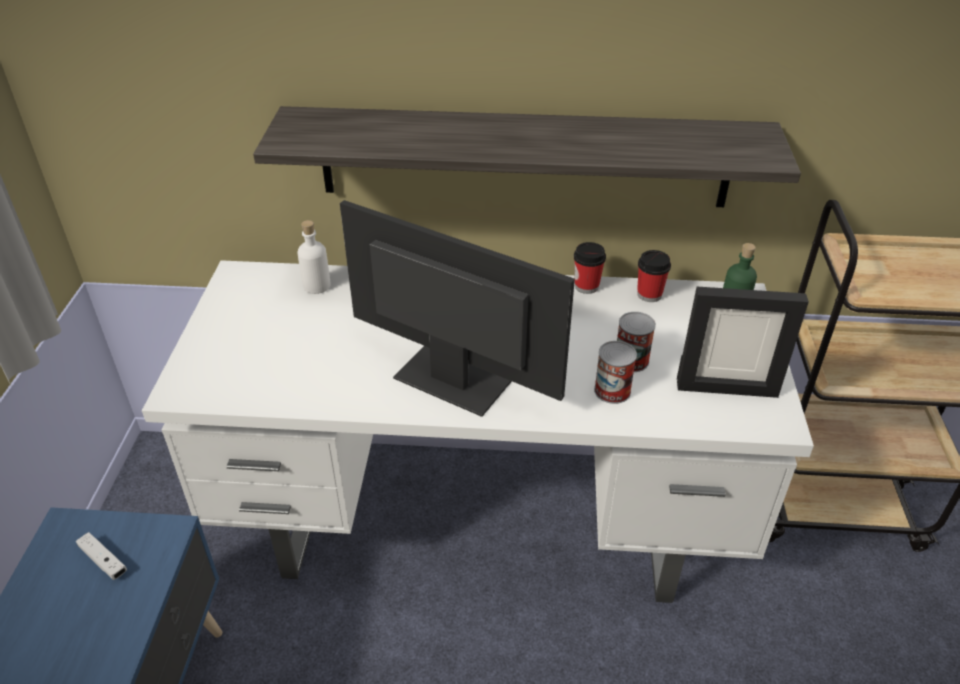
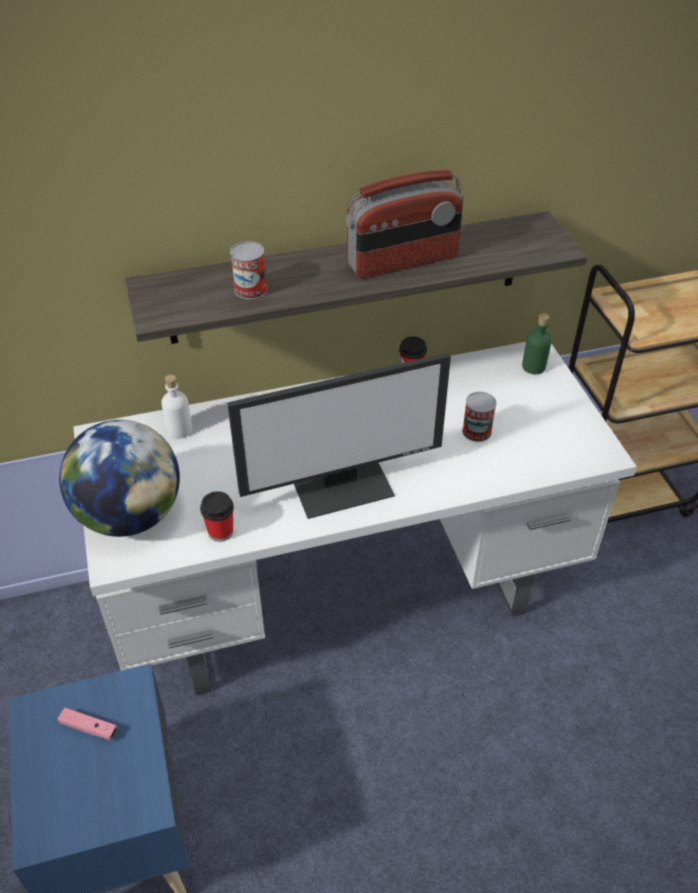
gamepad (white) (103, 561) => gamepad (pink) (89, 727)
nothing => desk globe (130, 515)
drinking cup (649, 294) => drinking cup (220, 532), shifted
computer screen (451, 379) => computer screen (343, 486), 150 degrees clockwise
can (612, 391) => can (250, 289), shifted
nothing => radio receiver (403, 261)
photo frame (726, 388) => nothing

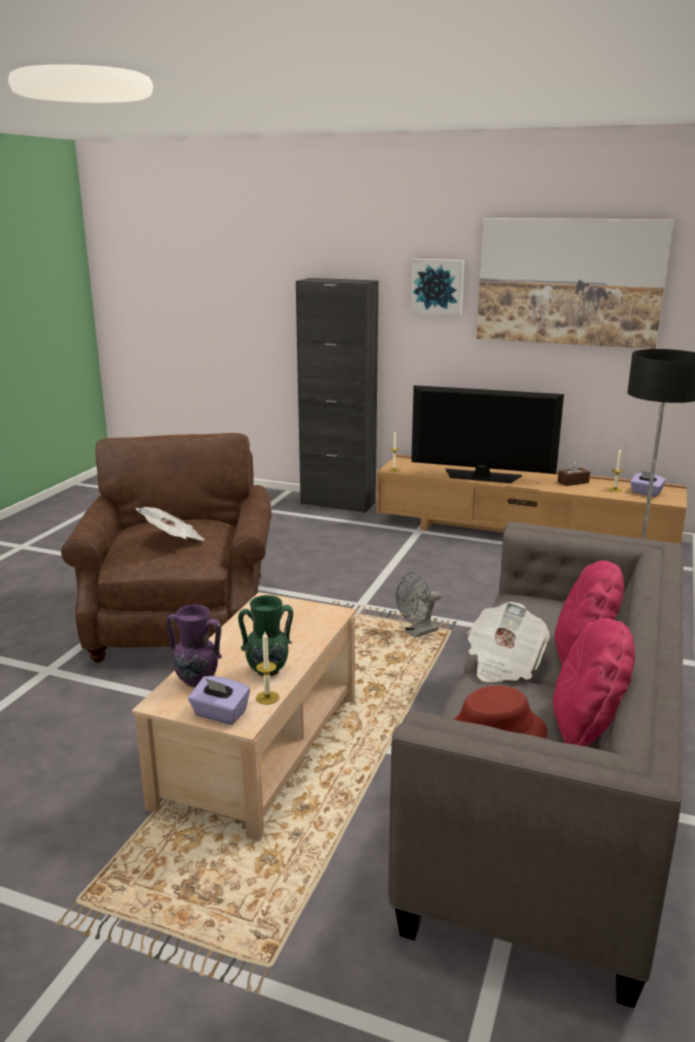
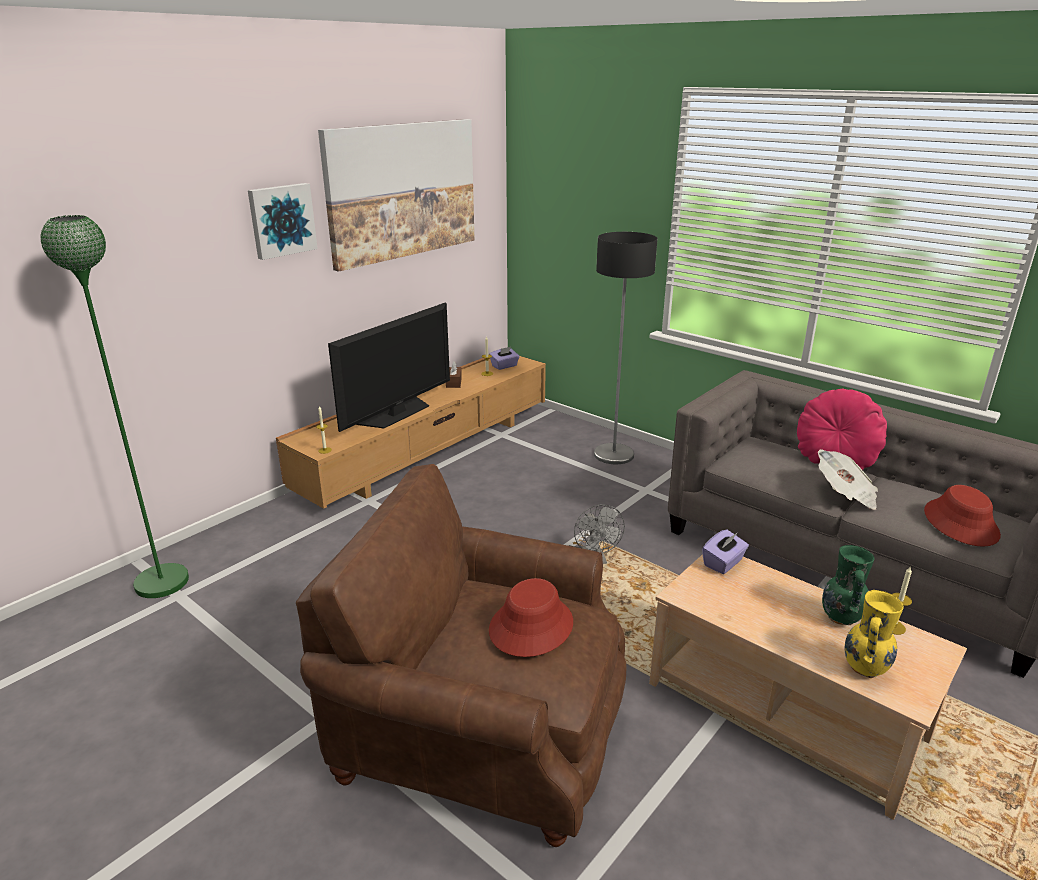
nothing => standing lamp (green-coloured) (161, 582)
daily paper (172, 540) => wearable hat (red-coloured) (531, 626)
box of tissues (purple) (220, 714) => box of tissues (purple) (723, 563), shifted
flower vase (purple) (197, 681) => flower vase (yellow-coloured) (865, 669)
storage cabinet (black-coloured) (338, 503) => nothing
cushion (pink) (586, 729) => nothing

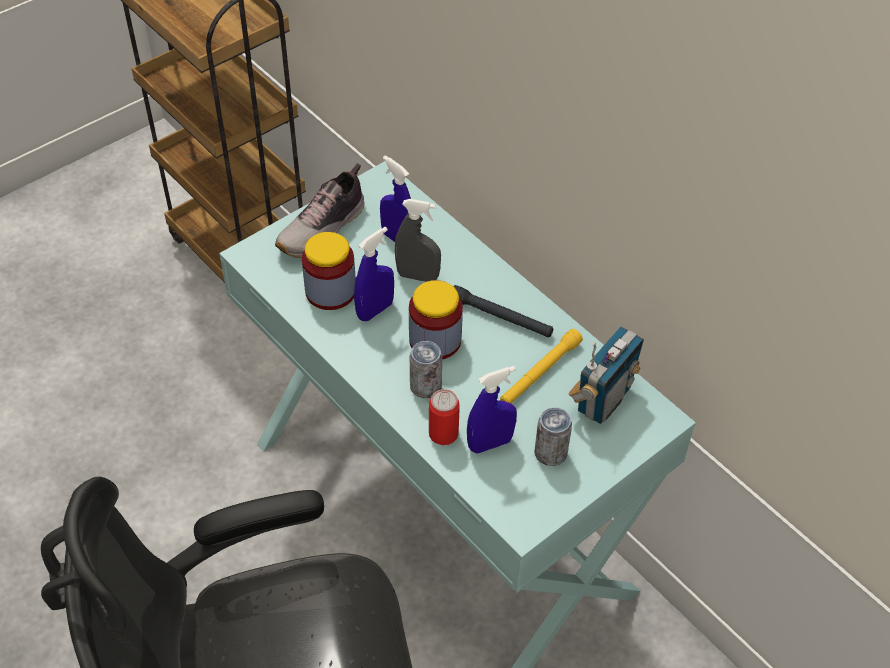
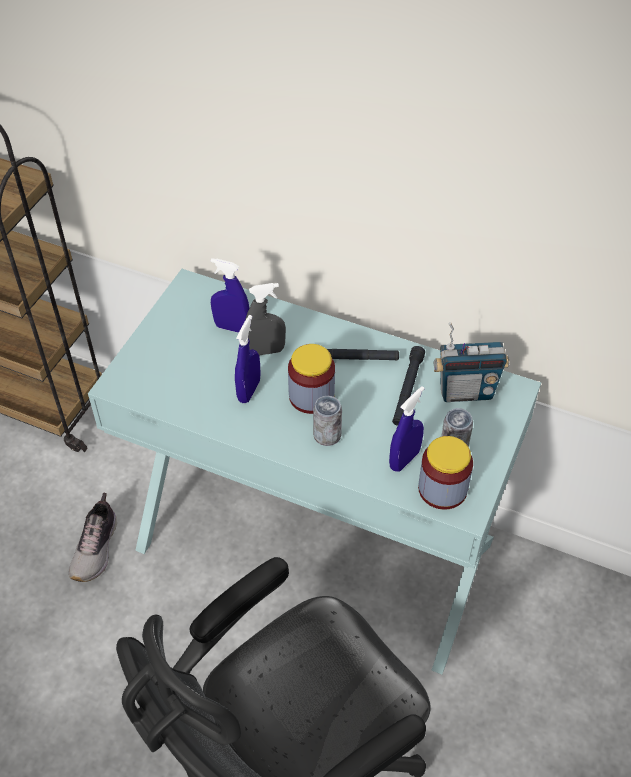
item of footwear (324, 230) => item of footwear (96, 548), shifted
hand torch (yellow-coloured) (540, 373) => hand torch (black-coloured) (407, 390)
preserve jar (330, 291) => preserve jar (442, 489), shifted
radio receiver (602, 399) => radio receiver (465, 392), 75 degrees clockwise
can (443, 433) => nothing

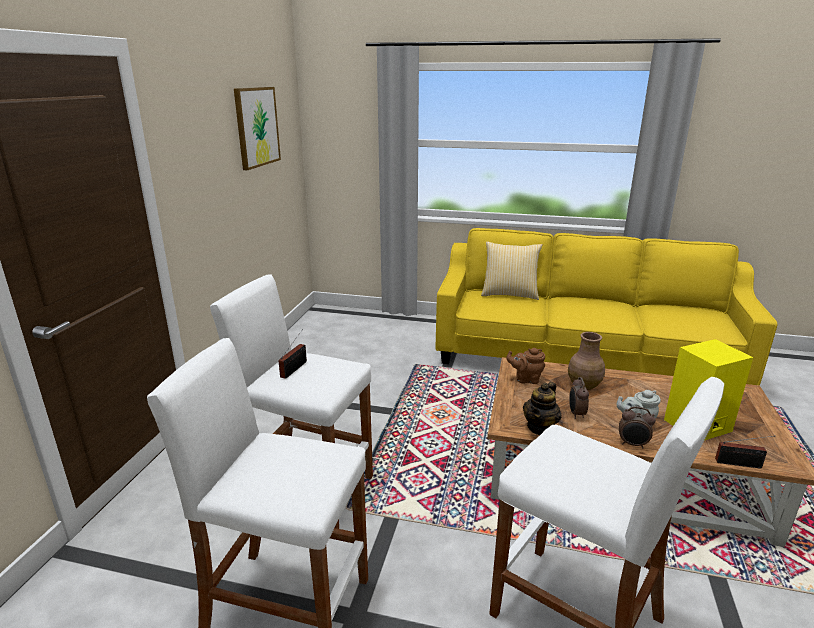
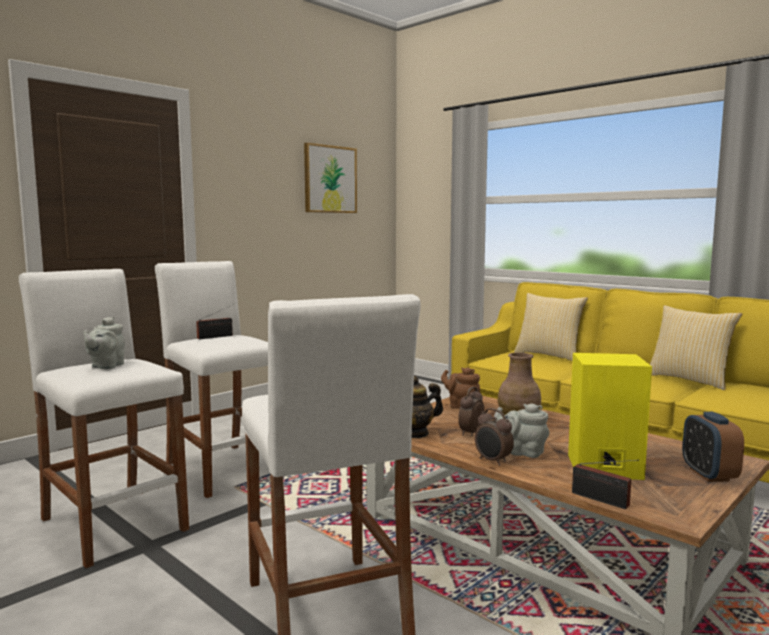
nothing => pot for tea (greyish) (106, 366)
nothing => cushion (689, 380)
nothing => bedside clock (709, 475)

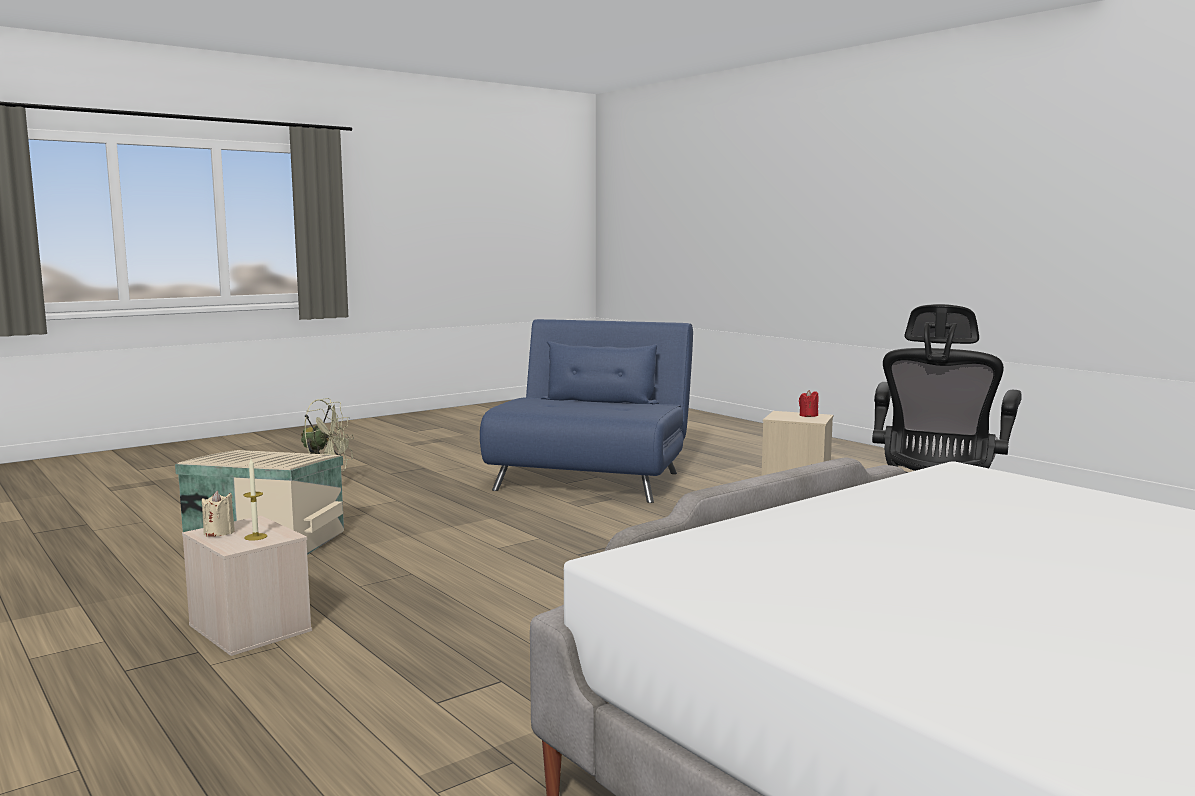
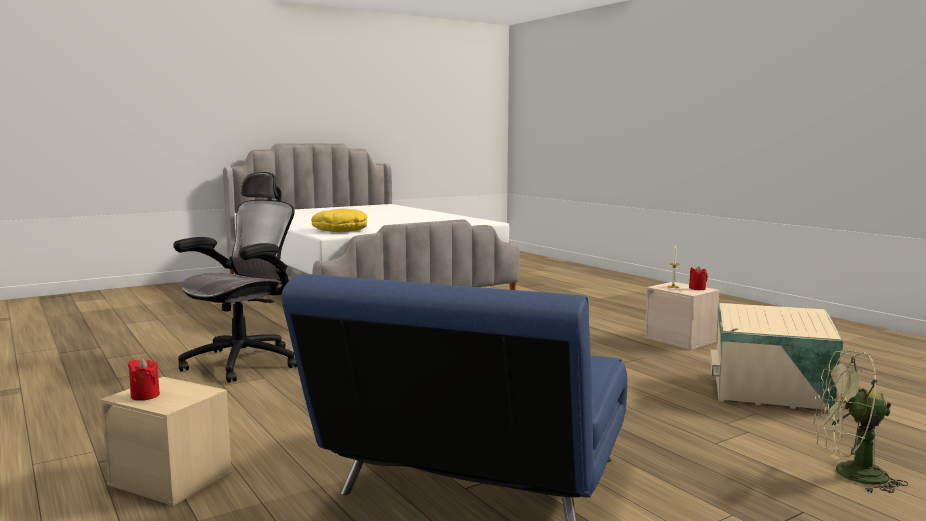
nothing => cushion (yellow-coloured) (339, 230)
candle (beige) (219, 532) => candle (red-coloured) (697, 288)

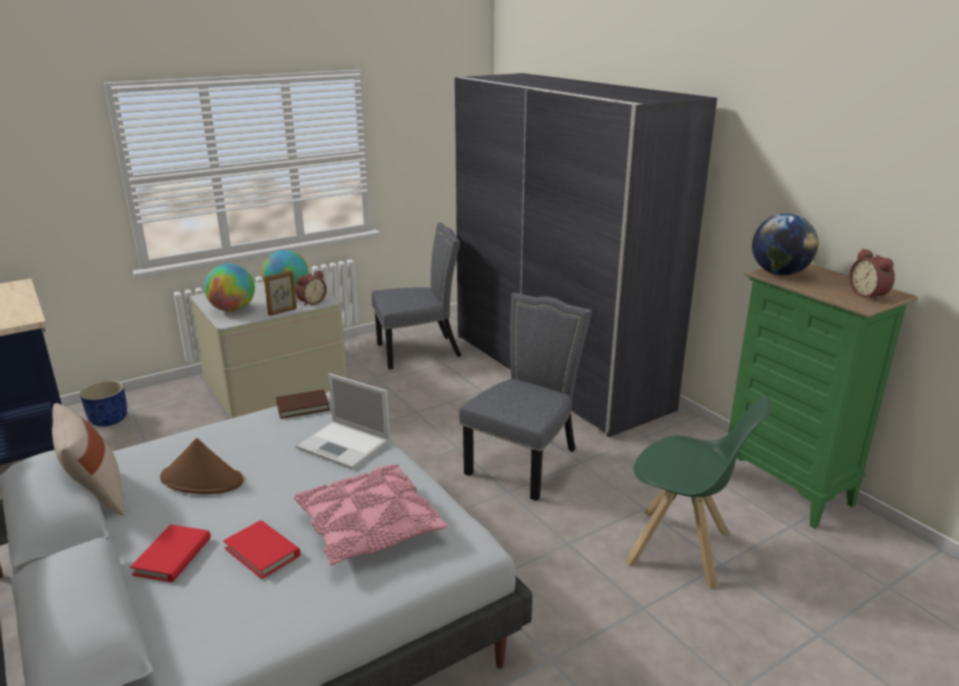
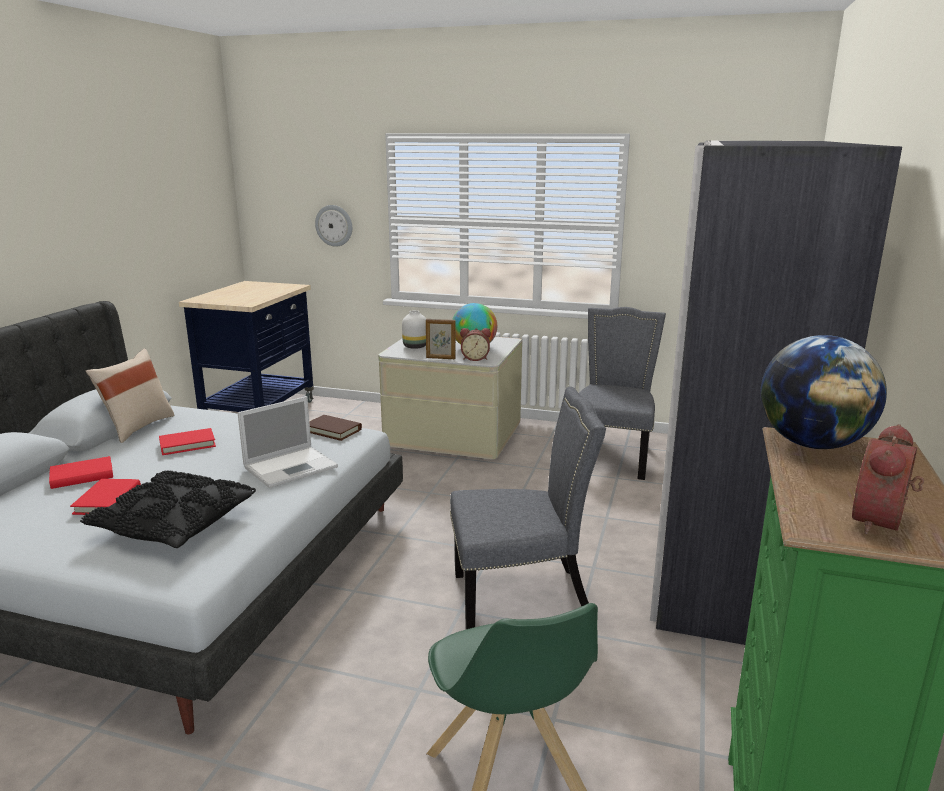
cushion (pink) (369, 527) => cushion (black-coloured) (174, 523)
wearable hat (brown) (202, 479) => volume (red-coloured) (187, 444)
portable computer (345, 445) => portable computer (292, 466), 120 degrees counterclockwise
nothing => wall clock (334, 225)
desk globe (232, 310) => flower vase (white) (414, 346)
chair (greyish) (417, 352) => chair (greyish) (611, 458), 105 degrees counterclockwise
planter (blue-coloured) (109, 420) => nothing

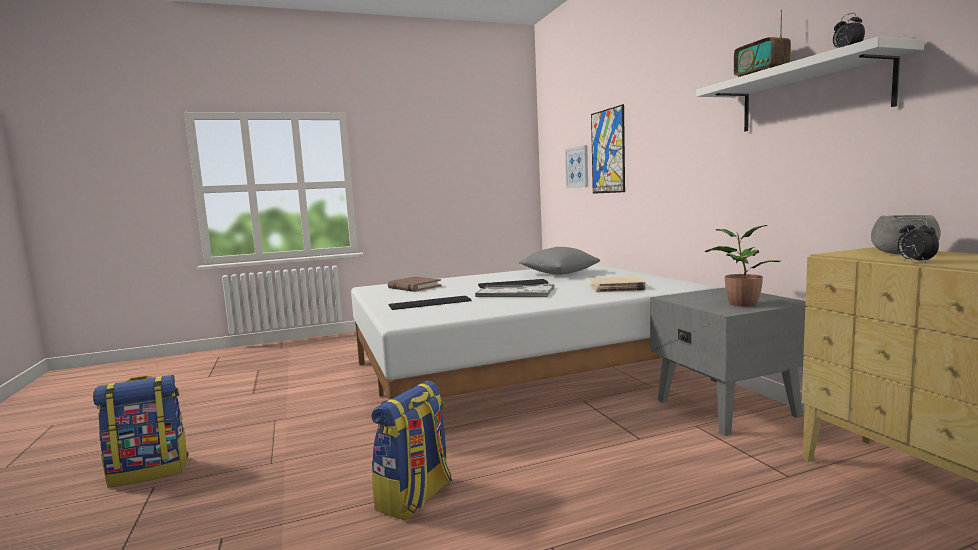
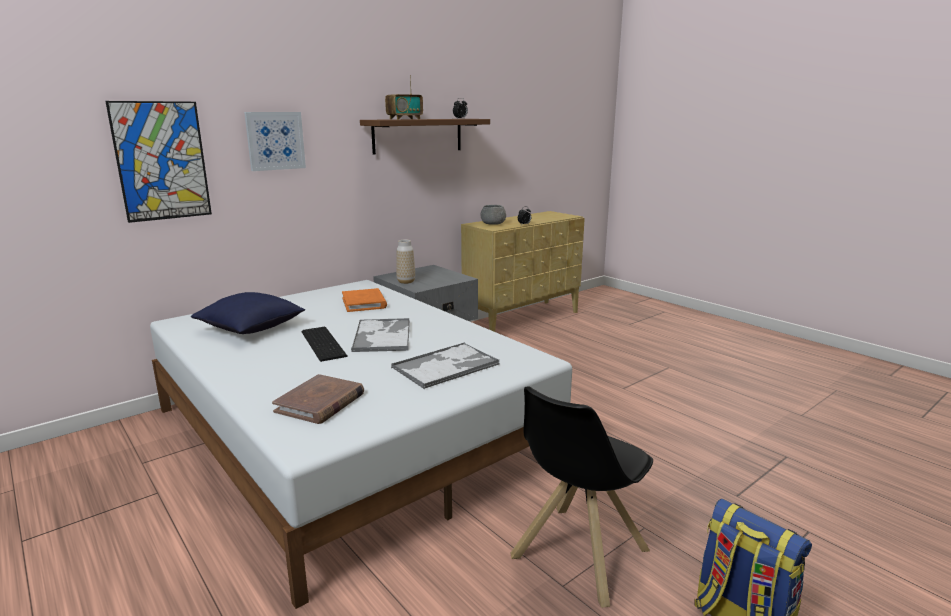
cushion (greyish) (559, 274) => cushion (blue-coloured) (251, 329)
wall picture (577, 167) => wall picture (275, 141), shifted
volume (beige) (616, 287) => volume (orange) (364, 303)
bracket shelf (white) (811, 95) => bracket shelf (brown) (418, 135)
keyboard (431, 303) => tray (446, 366)
nothing => flower vase (406, 282)
nothing => chair (black-coloured) (577, 555)
knapsack (415, 498) => nothing
potted plant (740, 304) => nothing

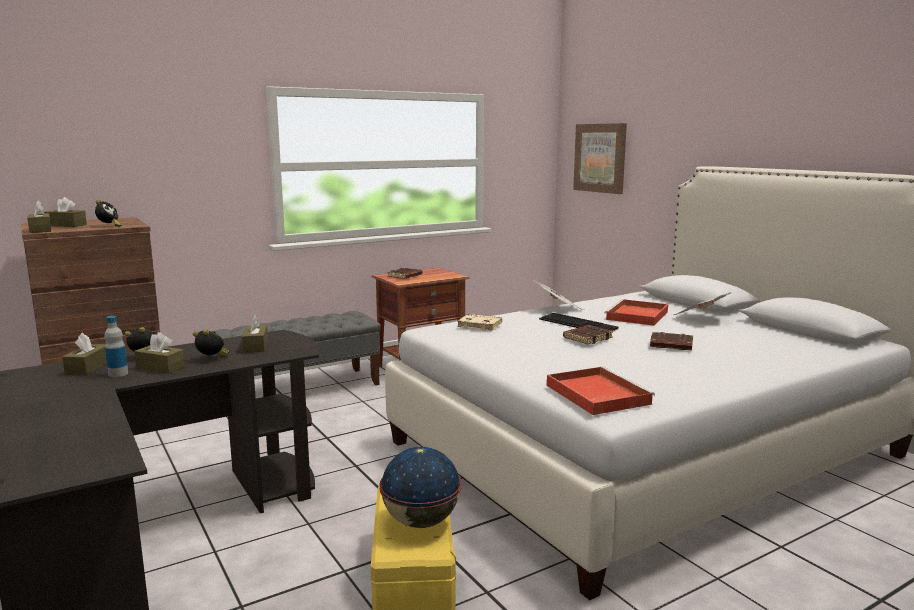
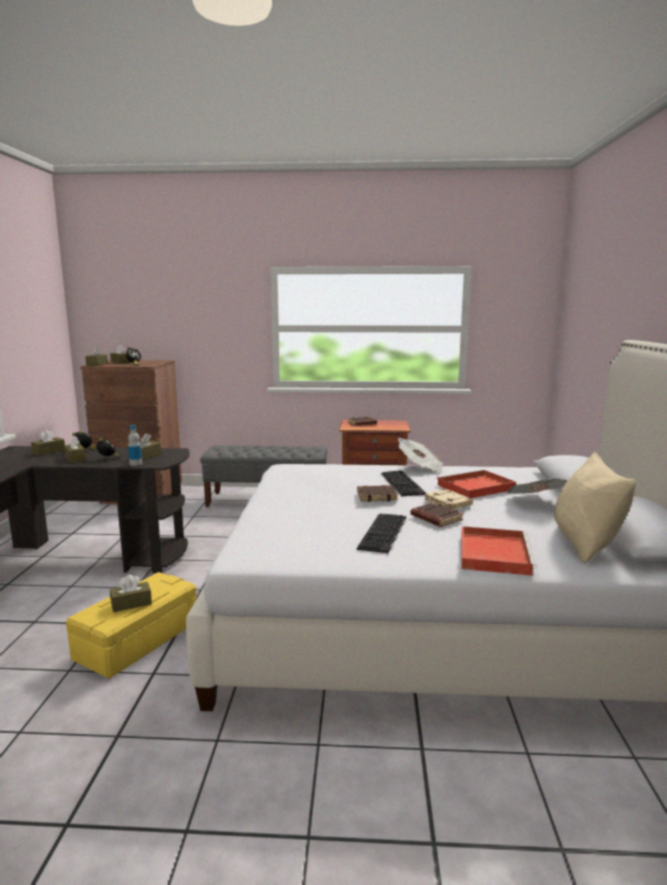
desk globe (421, 522) => box of tissues (brown) (131, 603)
bottle (118, 374) => bottle (136, 464), shifted
nothing => keyboard (384, 533)
volume (beige) (480, 325) => volume (beige) (448, 503), shifted
tray (red-coloured) (596, 394) => tray (red-coloured) (493, 553), shifted
nothing => cushion (beige) (585, 544)
wall picture (600, 158) => nothing

